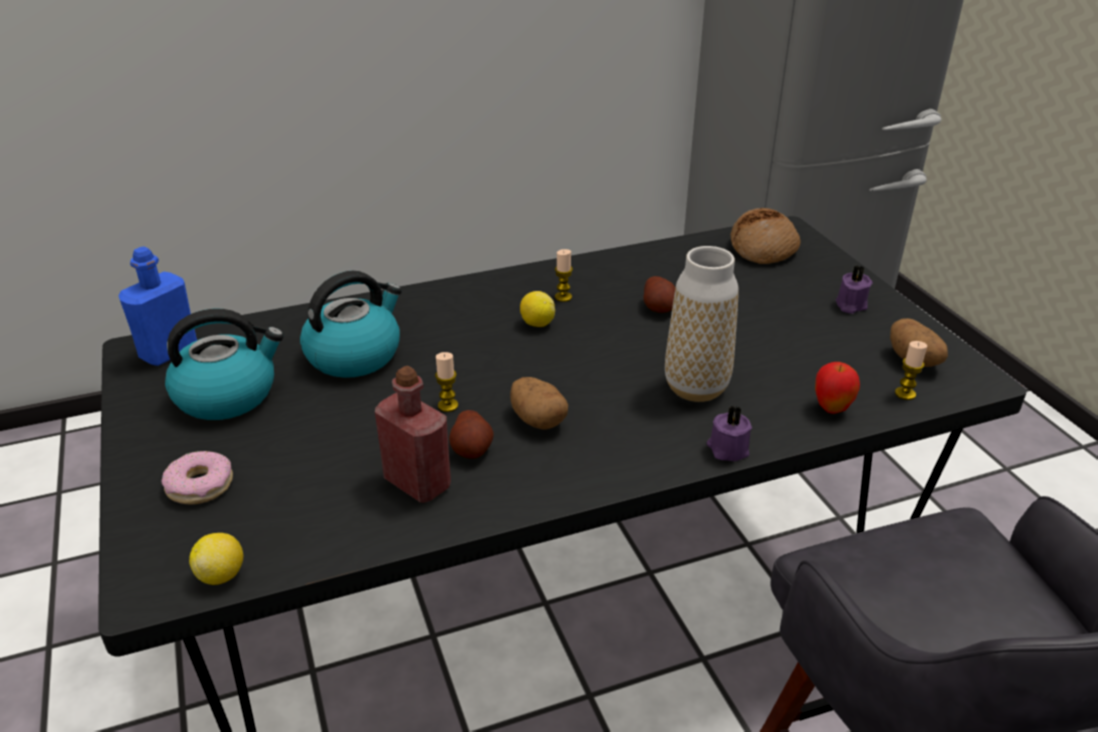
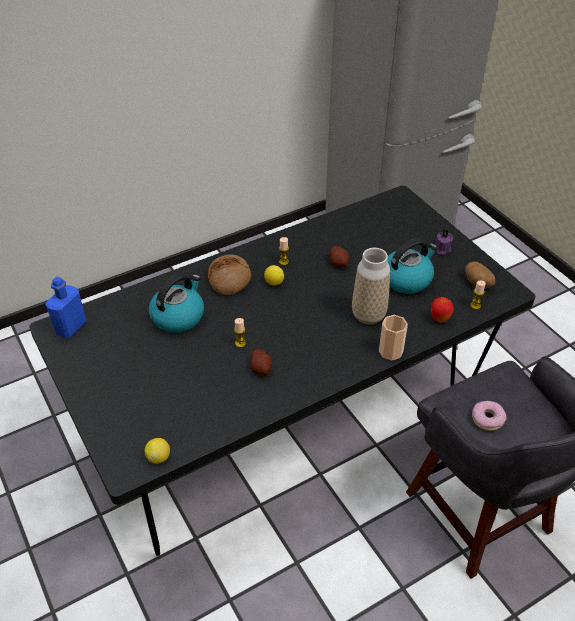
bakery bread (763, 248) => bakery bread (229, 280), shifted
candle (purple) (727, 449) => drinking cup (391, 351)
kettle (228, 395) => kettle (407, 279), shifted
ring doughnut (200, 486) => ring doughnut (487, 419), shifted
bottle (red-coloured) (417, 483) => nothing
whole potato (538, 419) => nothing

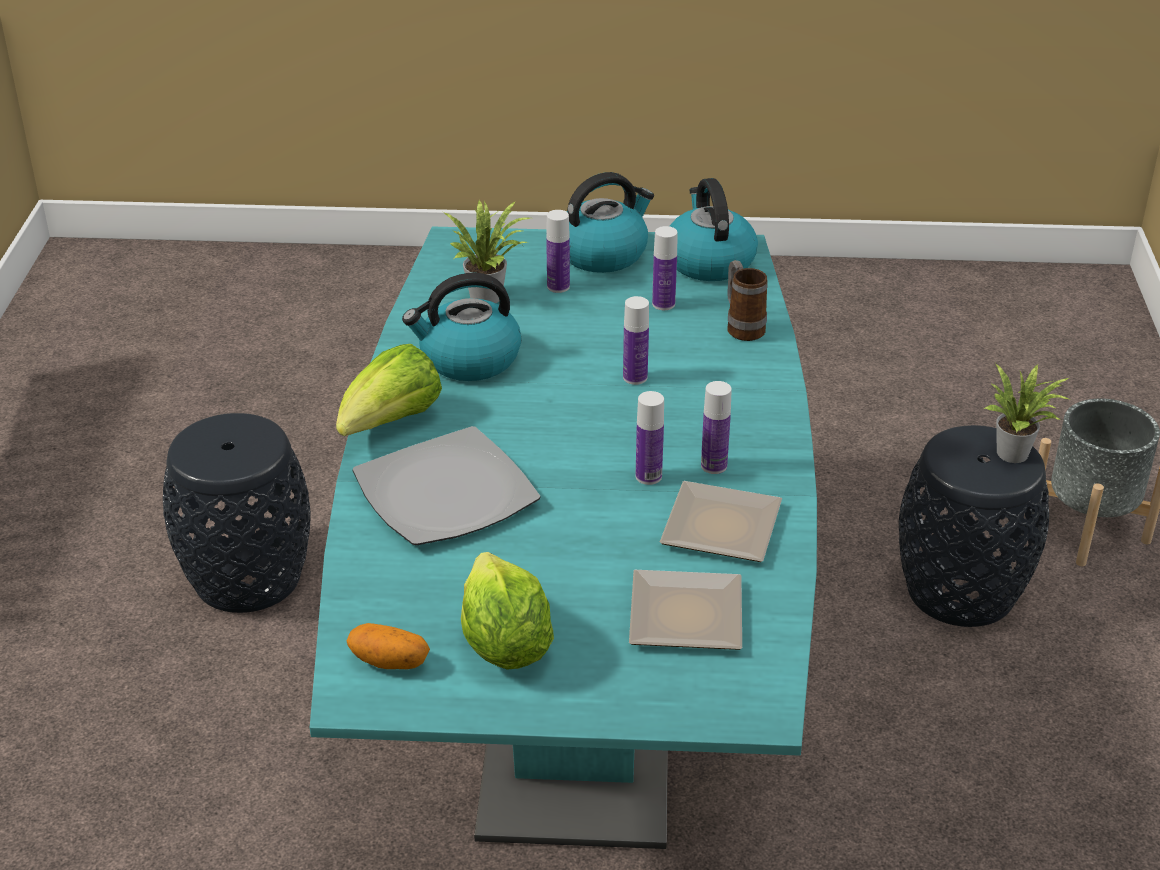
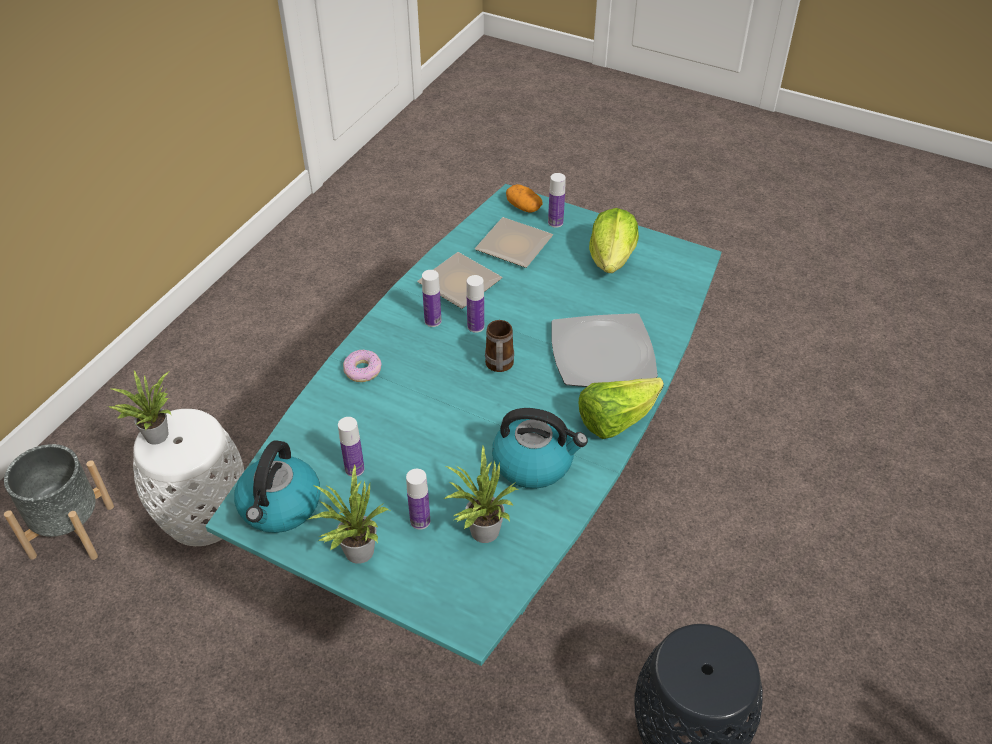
stool (black-coloured) (960, 592) => stool (white) (204, 515)
kettle (603, 253) => potted plant (355, 551)
nothing => ring doughnut (363, 370)
tea mug (742, 327) => tea mug (499, 367), shifted
whole potato (389, 661) => whole potato (523, 207), shifted
bottle (635, 377) => bottle (555, 222), shifted

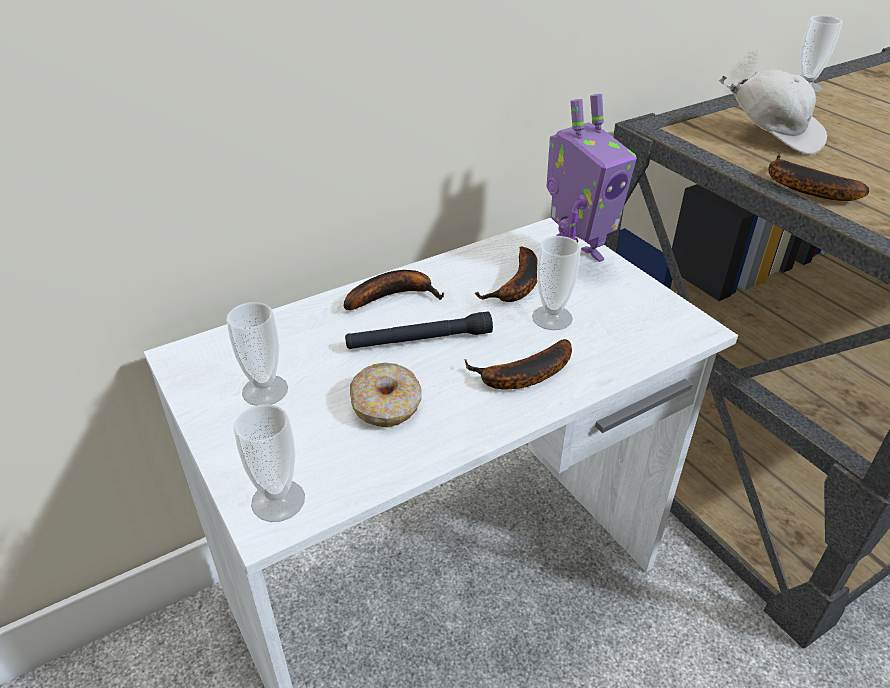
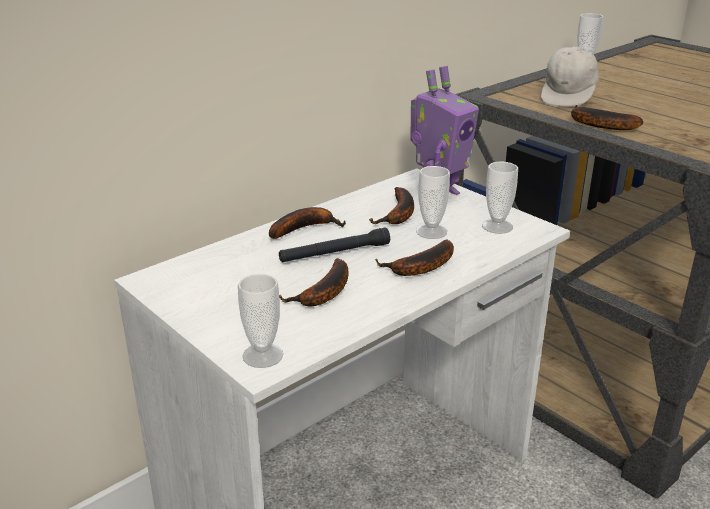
ring doughnut (386, 405) => banana (324, 293)
drinking cup (265, 390) => drinking cup (497, 226), shifted
peaked cap (white) (773, 137) => peaked cap (white) (568, 97), 90 degrees clockwise

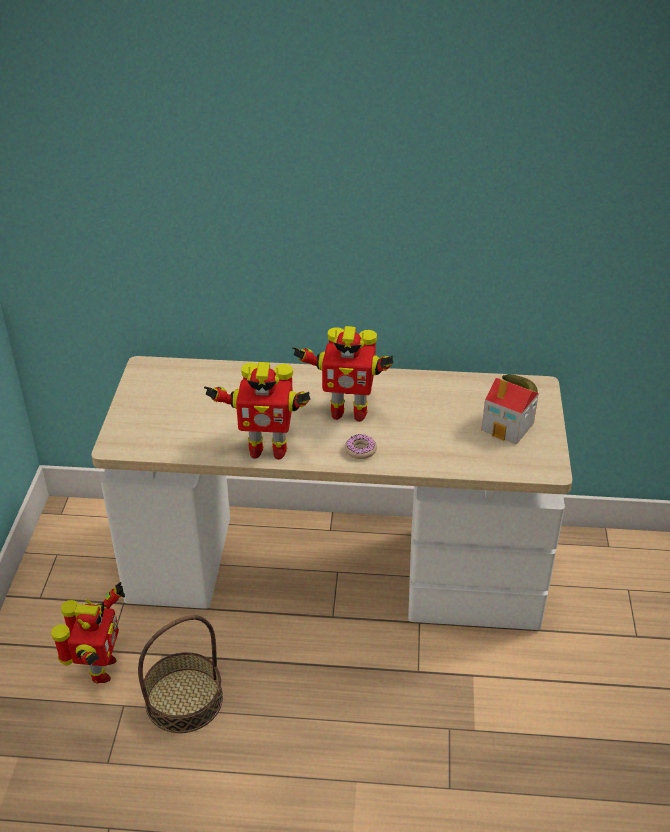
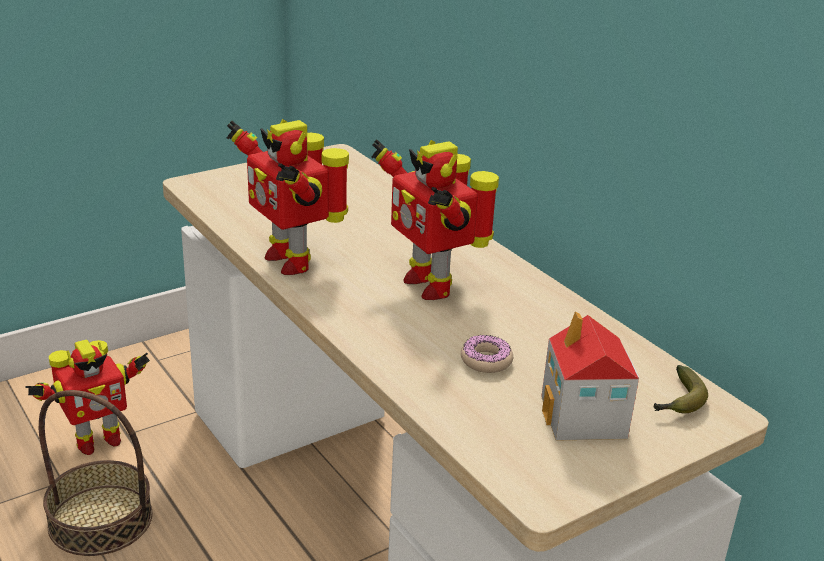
ring doughnut (360, 450) => ring doughnut (486, 360), shifted

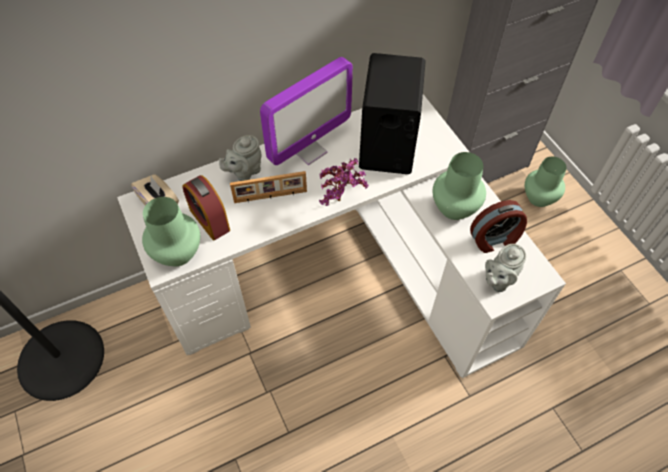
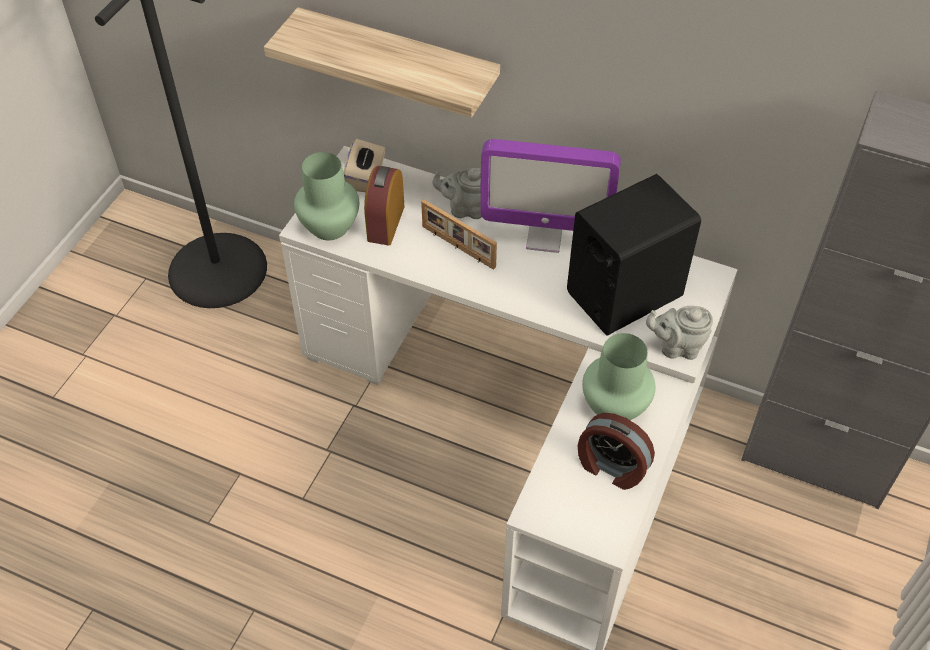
nothing => bracket shelf (398, 63)
pot for tea (greyish) (498, 280) => pot for tea (greyish) (677, 347), shifted
potted plant (341, 202) => nothing
flower vase (green-coloured) (539, 197) => nothing

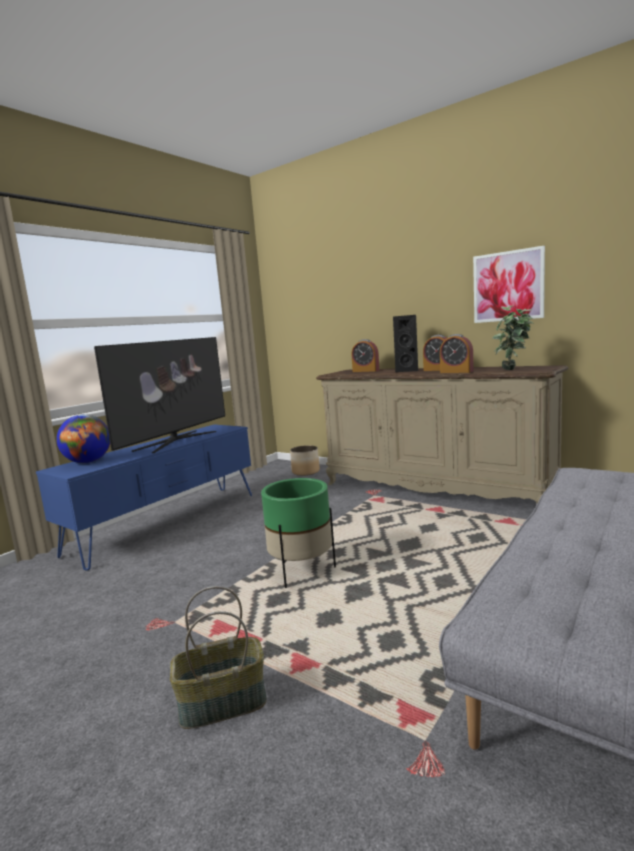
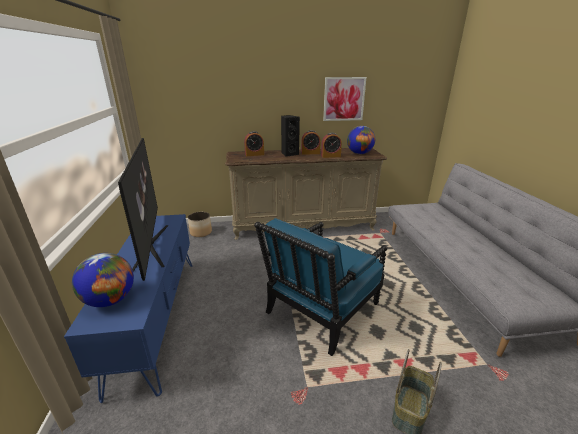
planter (green-coloured) (302, 571) => easy chair (blue-coloured) (320, 310)
potted plant (513, 370) => desk globe (359, 153)

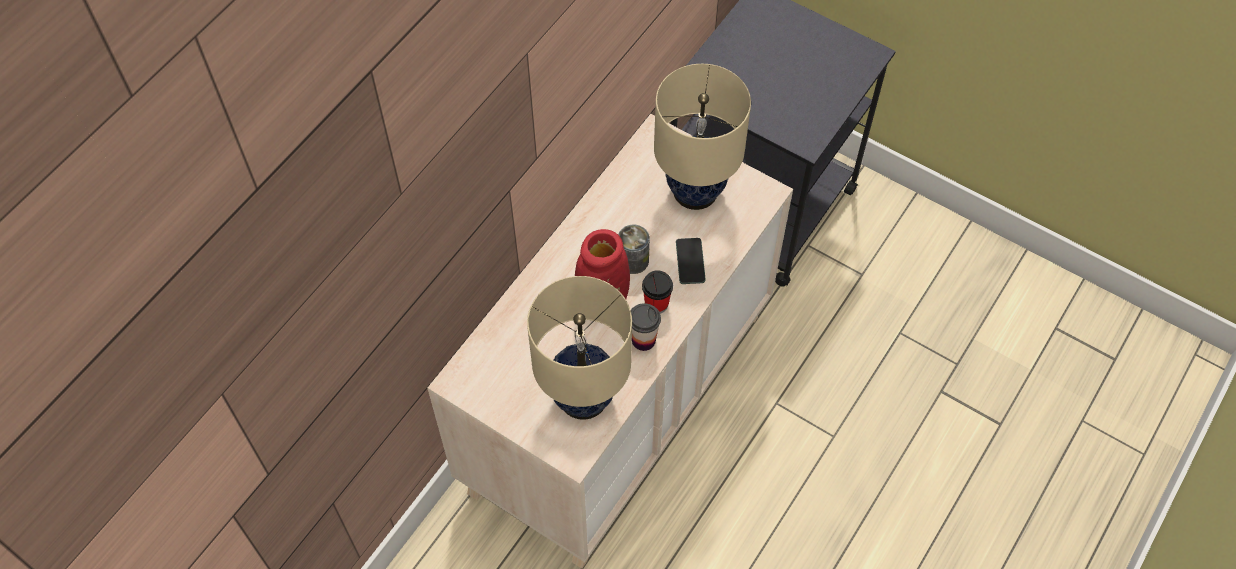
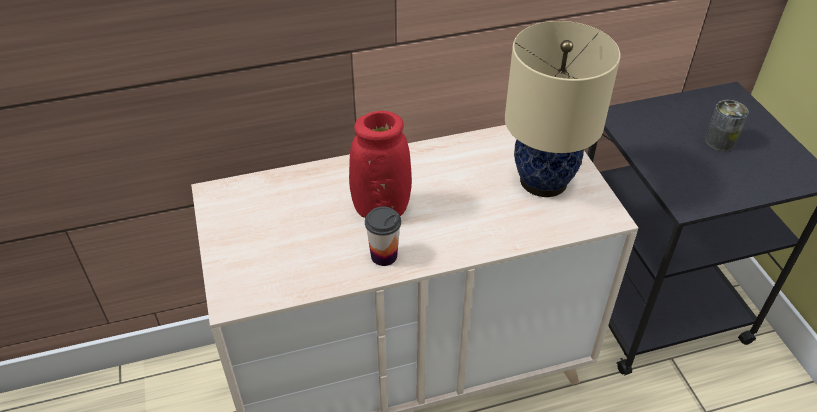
can (633, 260) => can (720, 141), shifted
tabletop lamp (beige) (584, 397) => nothing
drinking cup (656, 303) => nothing
phone (690, 261) => nothing

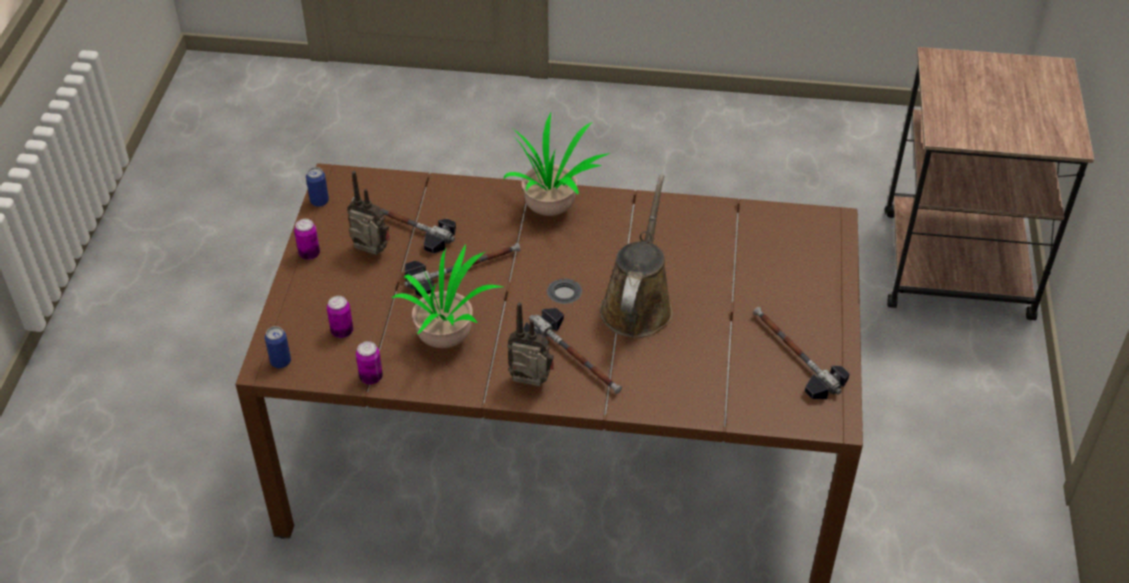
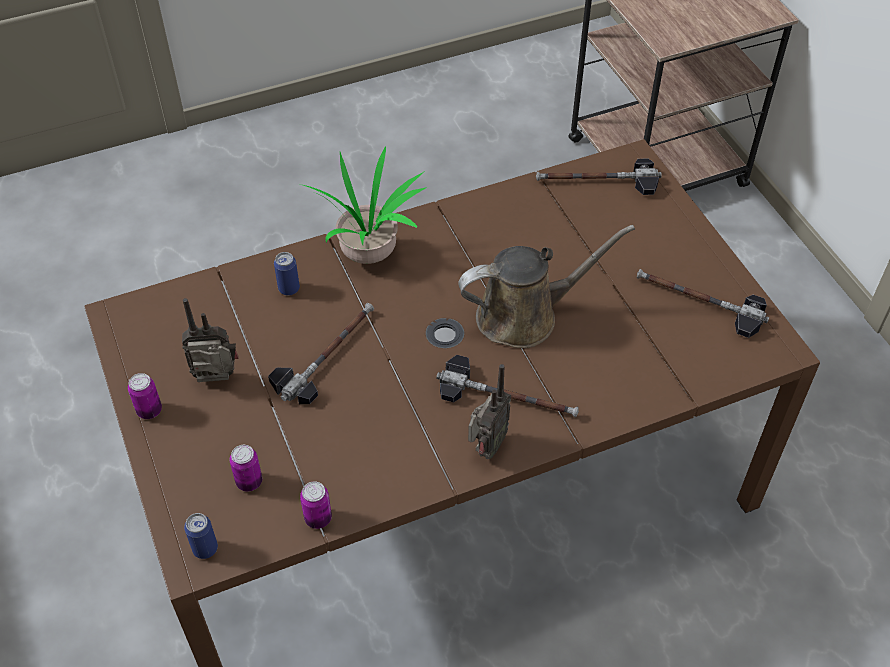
can (319, 201) => can (289, 289), shifted
watering can (brown) (637, 304) => watering can (brown) (525, 316), 90 degrees clockwise
radio receiver (530, 385) => radio receiver (486, 448), 135 degrees clockwise
tool hammer (402, 225) => tool hammer (597, 182), shifted
potted plant (449, 339) => nothing

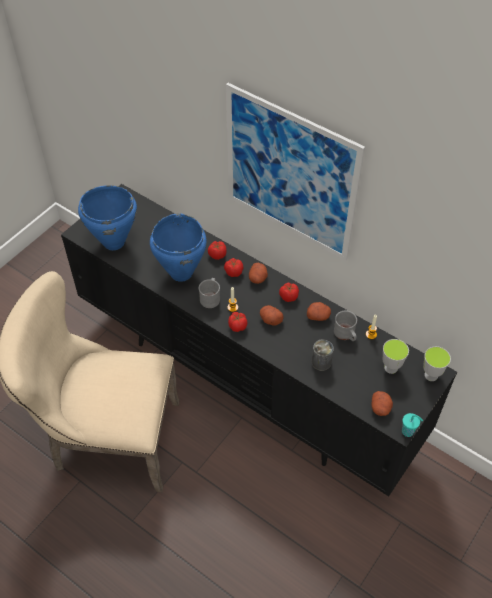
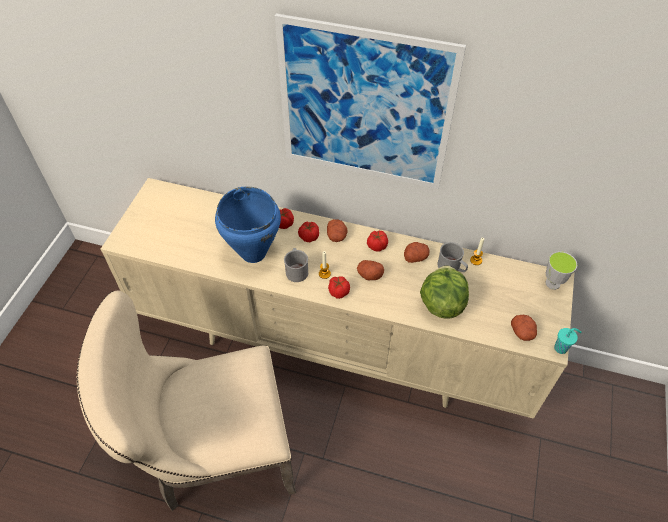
storage cabinet (black-coloured) (248, 380) => storage cabinet (beige) (336, 345)
can (321, 362) => lettuce (441, 303)
cooking pot (blue-coloured) (113, 242) => nothing
drinking cup (391, 368) => nothing

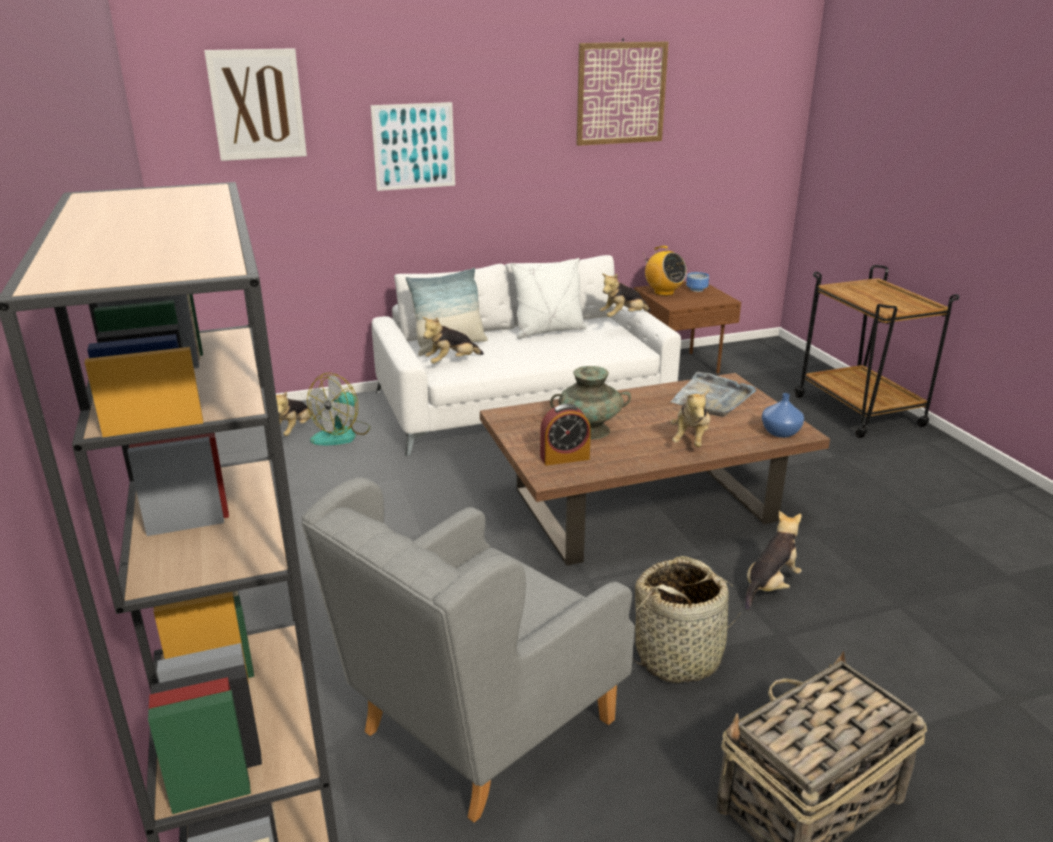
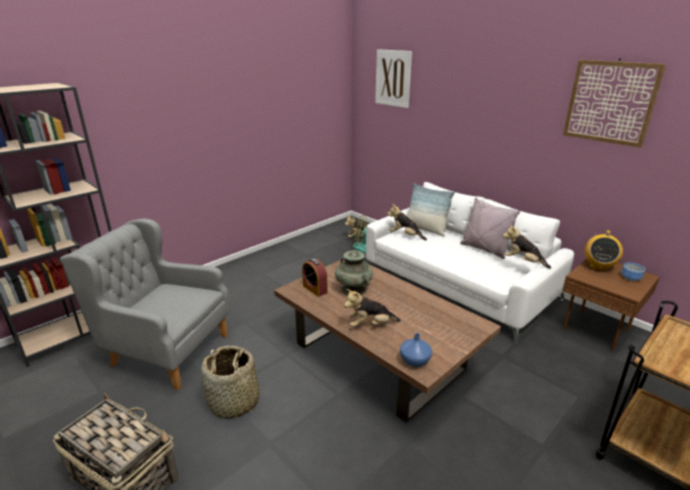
cushion (white) (549, 331) => cushion (purple) (484, 249)
wall picture (414, 146) => nothing
tray (greyish) (712, 398) => nothing
soft toy (770, 586) => nothing

